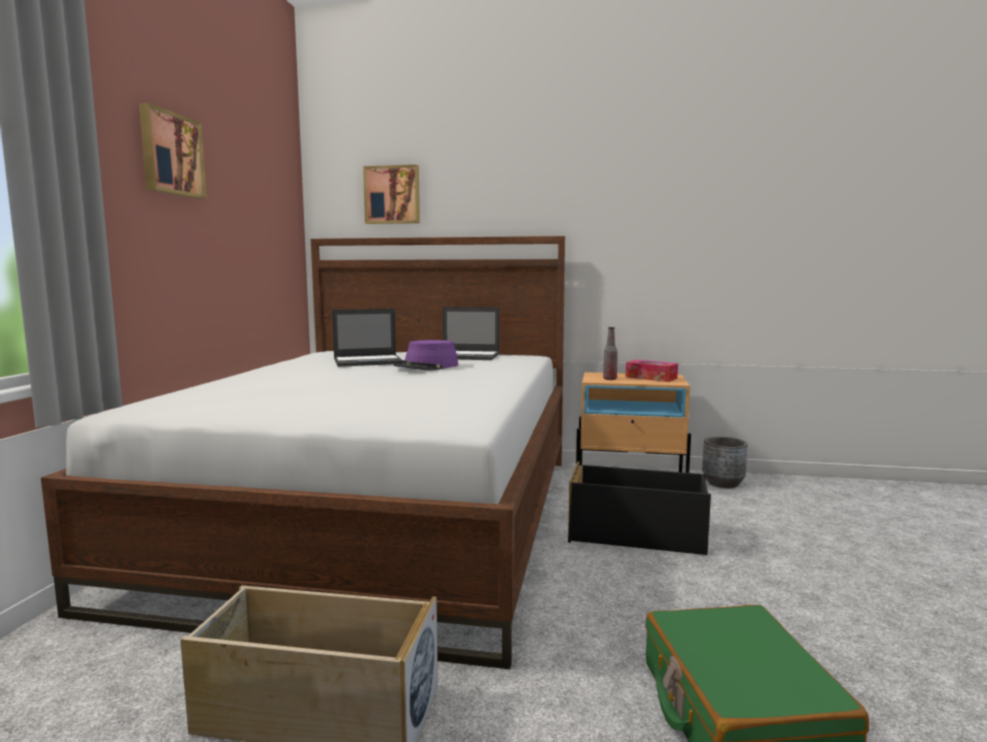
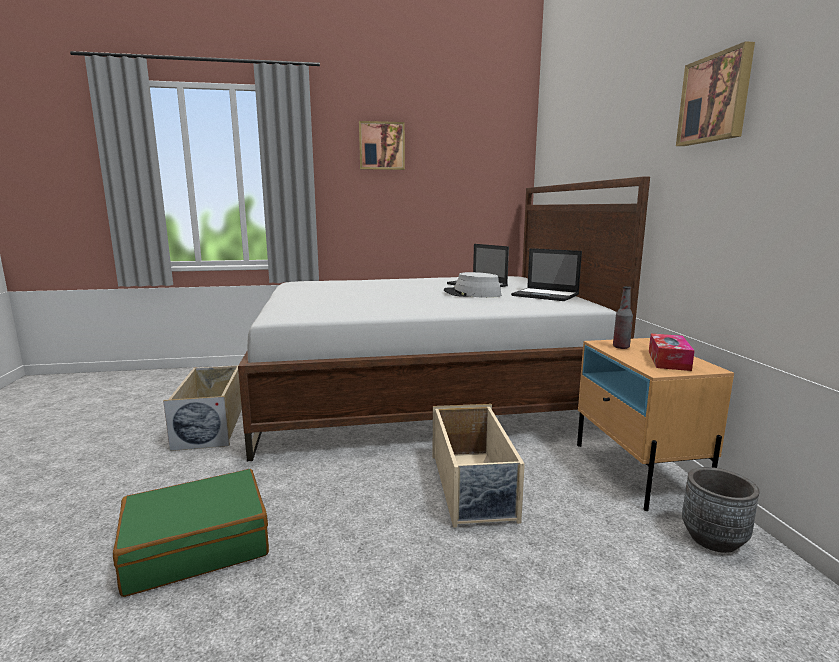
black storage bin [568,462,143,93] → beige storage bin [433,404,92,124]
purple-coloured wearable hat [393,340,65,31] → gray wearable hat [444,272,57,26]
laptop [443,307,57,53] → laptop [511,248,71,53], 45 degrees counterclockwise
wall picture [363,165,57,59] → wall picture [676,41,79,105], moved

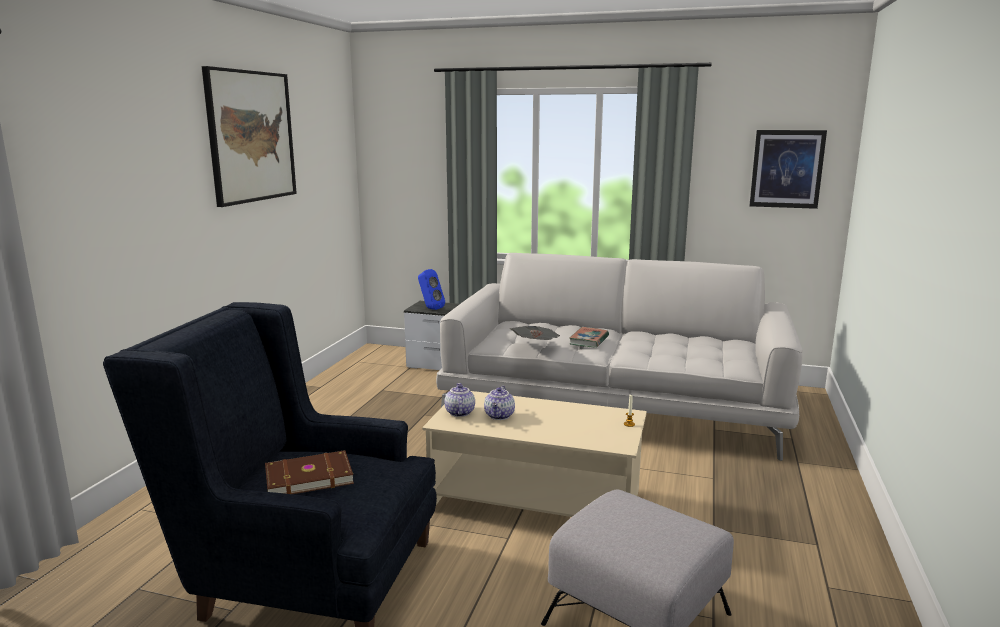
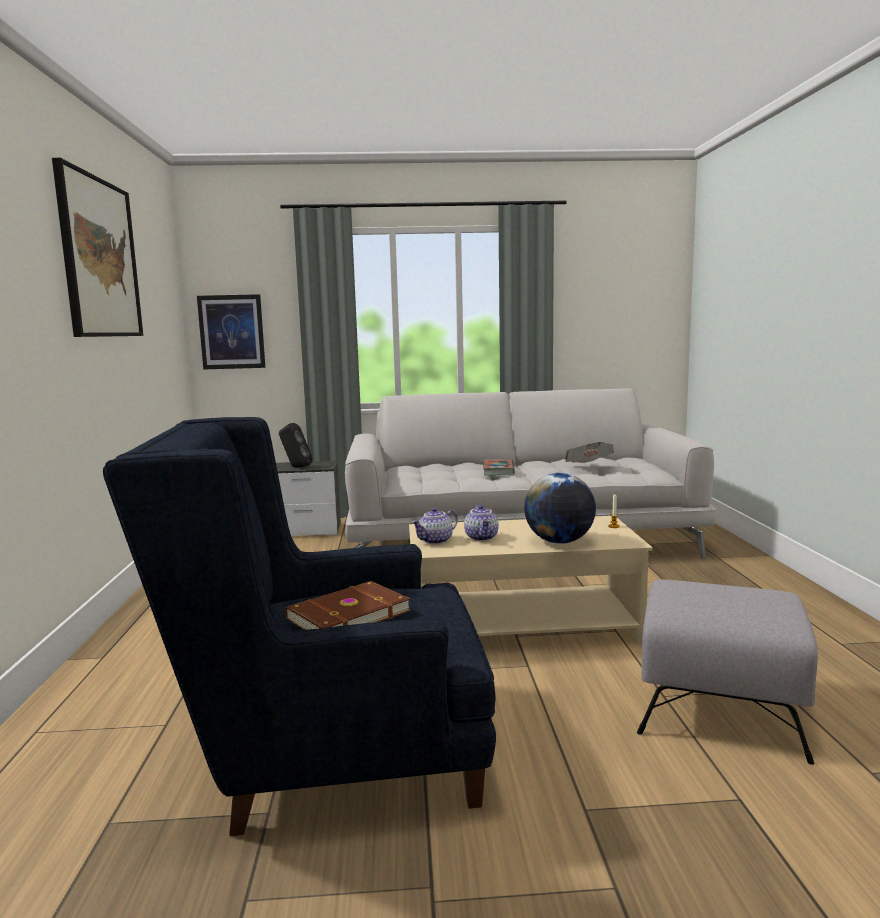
wall picture [749,130,78,79] → wall picture [197,294,69,76], moved
blue-coloured loudspeaker [418,269,27,41] → black loudspeaker [279,423,33,45]
pot for tea [445,383,30,34] → pot for tea [412,508,46,36], 105 degrees counterclockwise
- → globe [524,473,72,71]
newspaper [510,326,50,14] → newspaper [564,442,50,21], moved

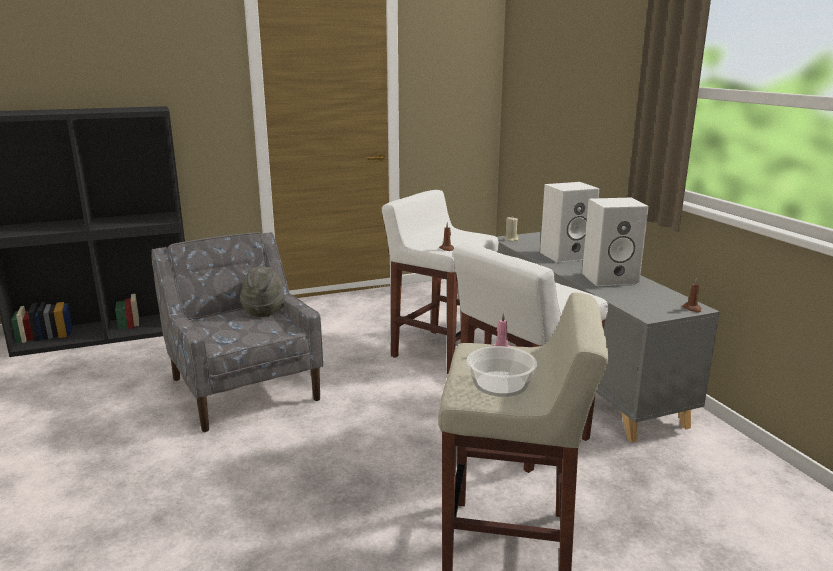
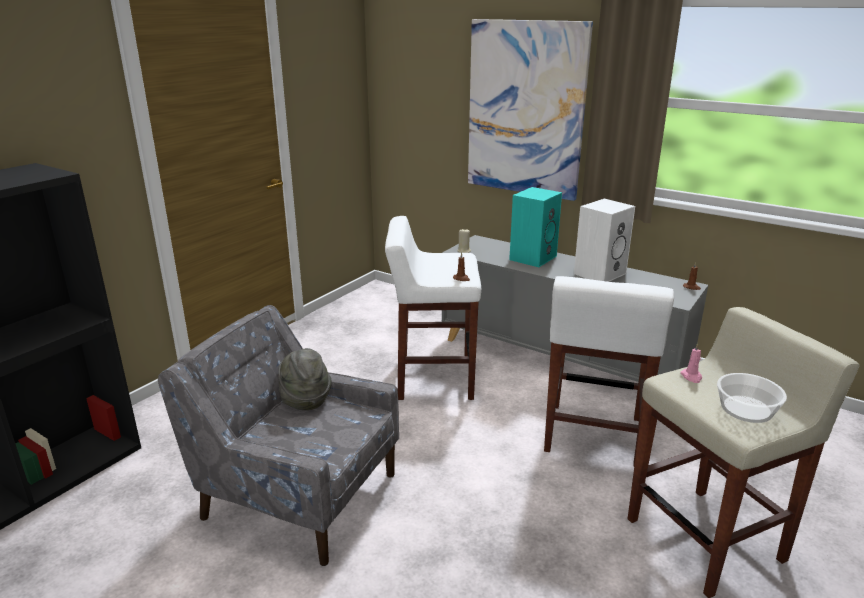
- → wall picture [468,19,125,182]
white loudspeaker [540,182,60,81] → blue-green loudspeaker [509,187,53,80]

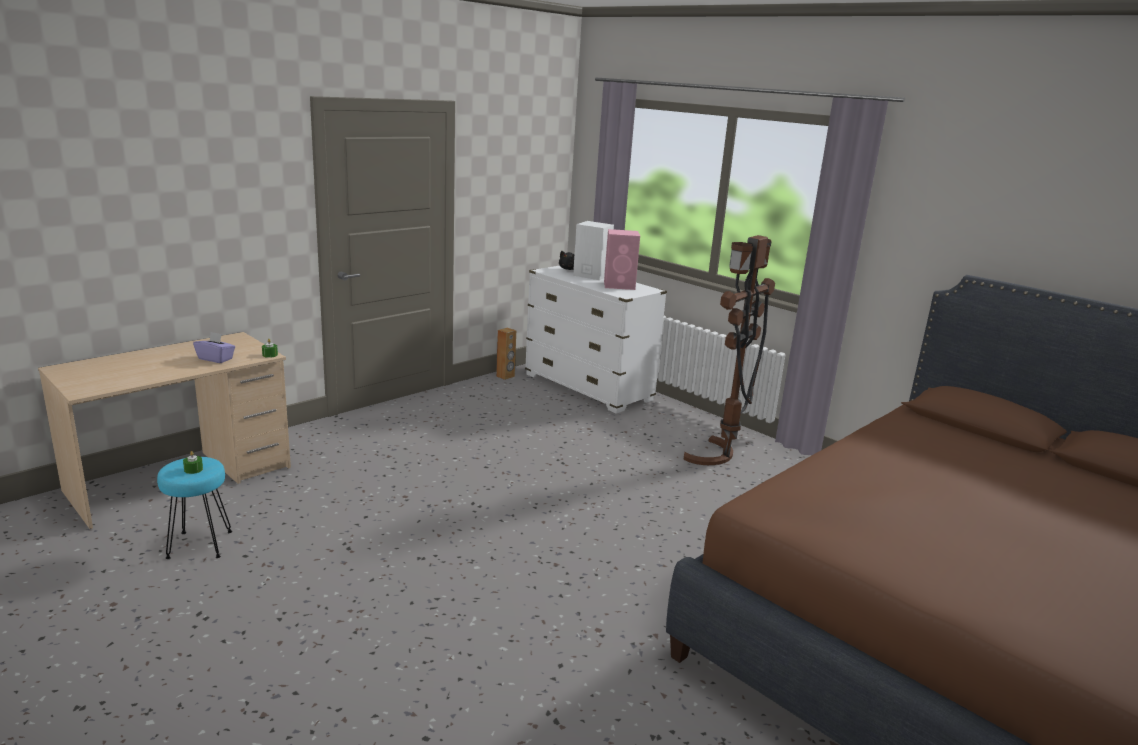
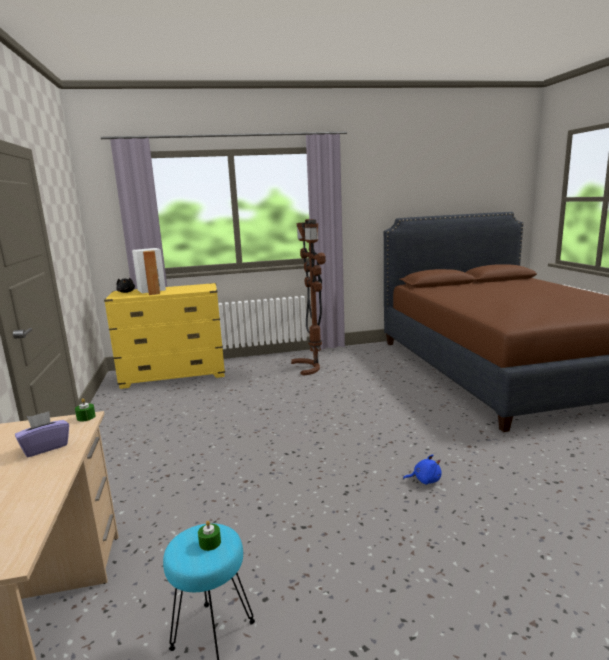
white chest of drawers [525,266,142,148] → yellow-coloured chest of drawers [104,283,121,106]
brown-coloured loudspeaker [496,328,20,52] → brown-coloured loudspeaker [143,250,17,45], moved
- → blue-coloured soft toy [403,454,39,30]
pink-coloured loudspeaker [604,229,36,61] → -

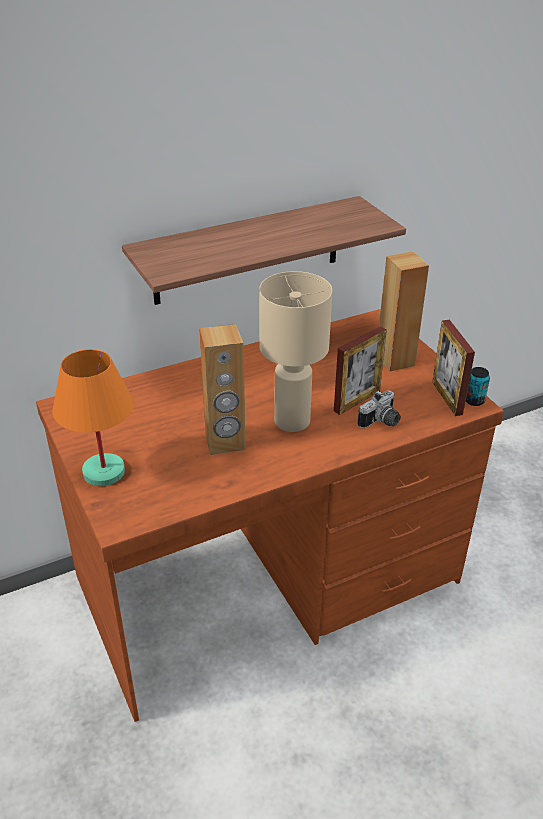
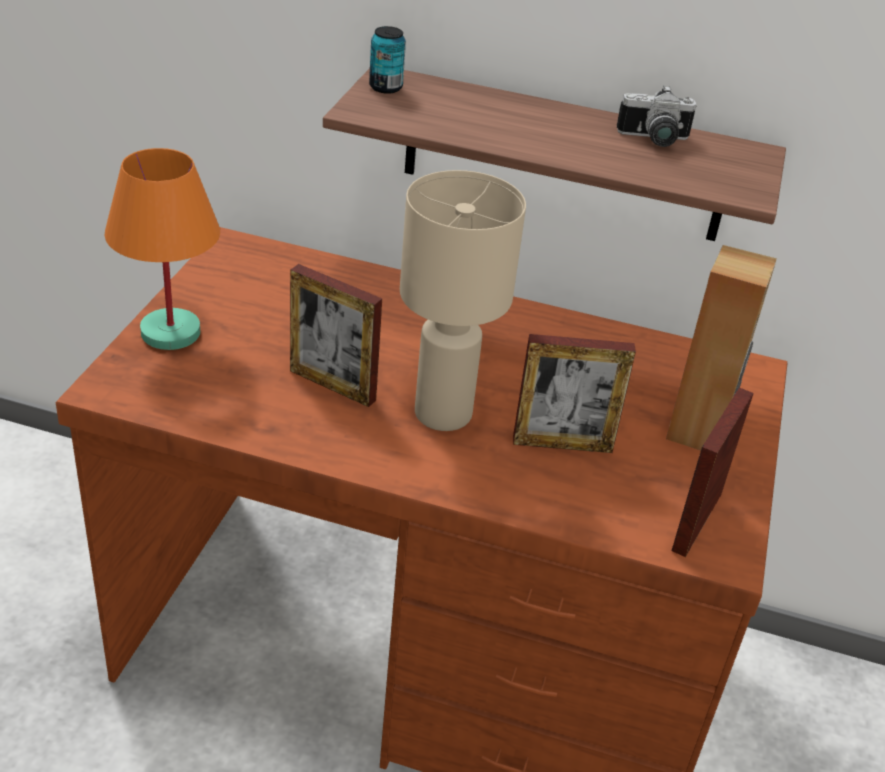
brown-coloured loudspeaker [199,324,47,131] → picture frame [290,264,92,143]
sealed can [466,367,24,39] → sealed can [369,26,37,68], moved
still camera [358,390,43,39] → still camera [617,85,79,62], moved

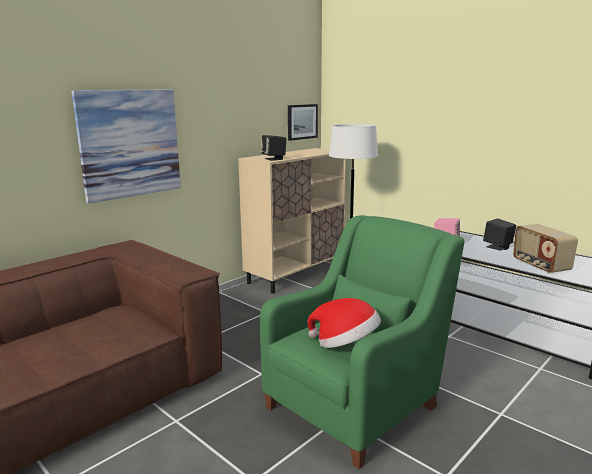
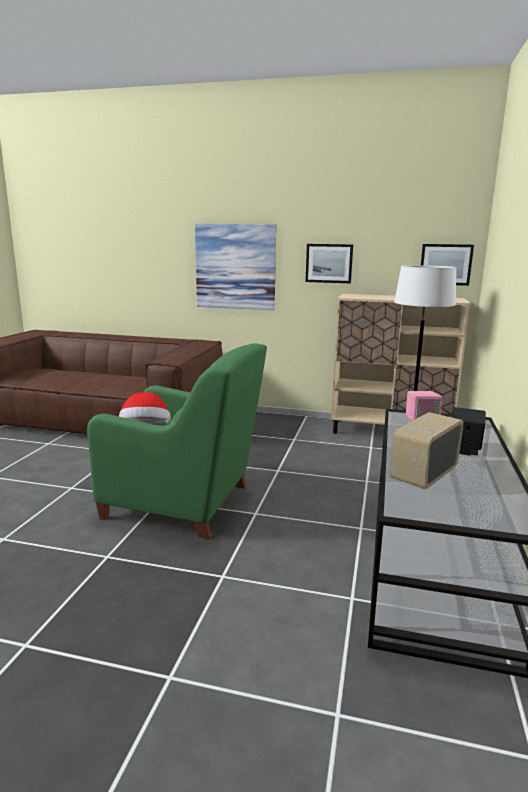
- → wall picture [306,244,47,39]
black loudspeaker [261,135,25,26] → -

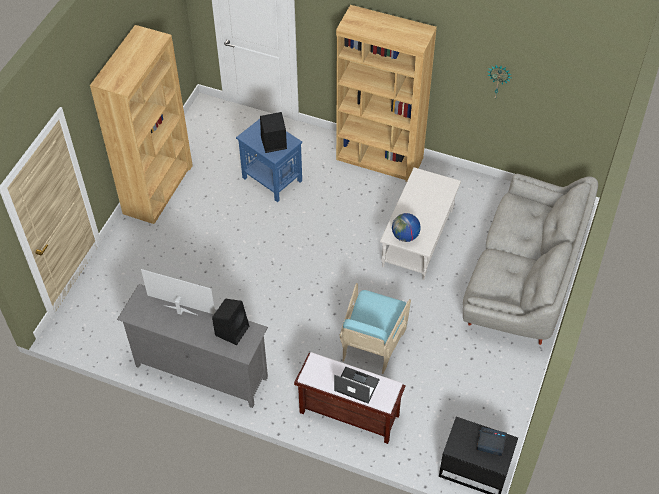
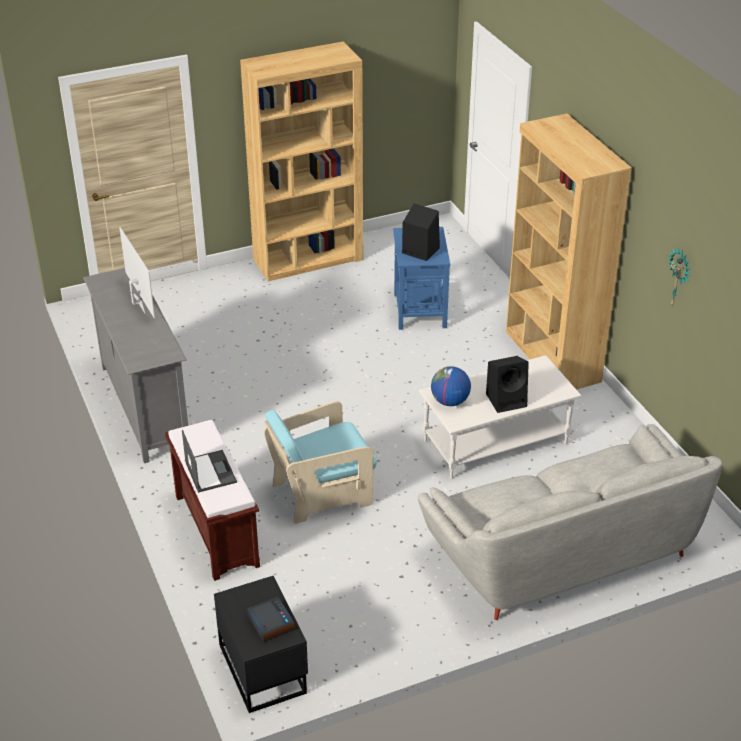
black loudspeaker [212,298,37,47] → black loudspeaker [486,356,43,57], moved

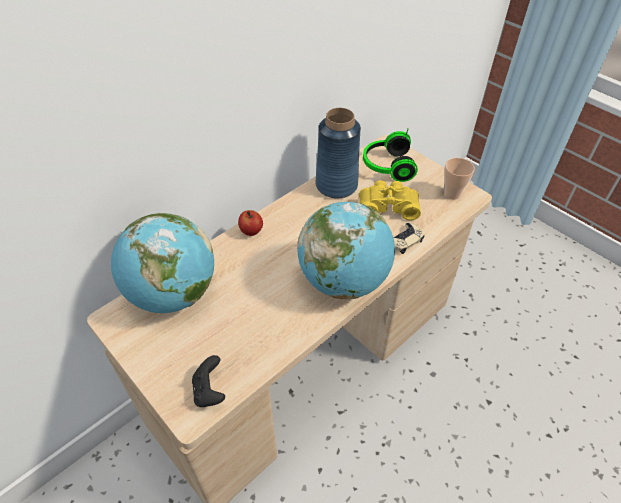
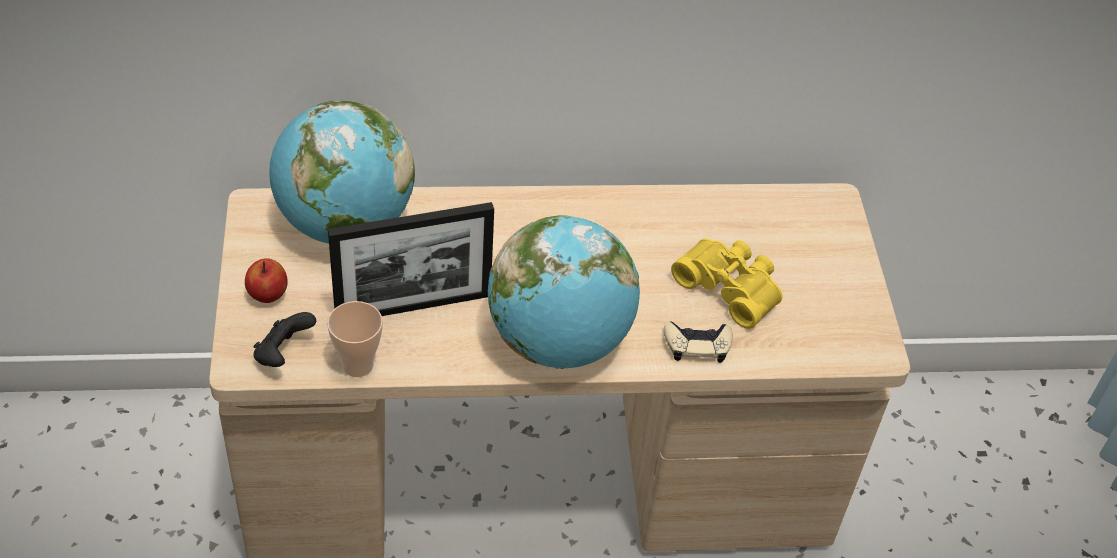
whole apple [238,210,25,26] → whole apple [245,258,43,45], moved
small cup [444,158,31,42] → small cup [327,301,56,76], moved
- → picture frame [328,202,166,114]
blue-coloured flower vase [315,108,46,90] → -
pair of headphones [363,128,55,54] → -

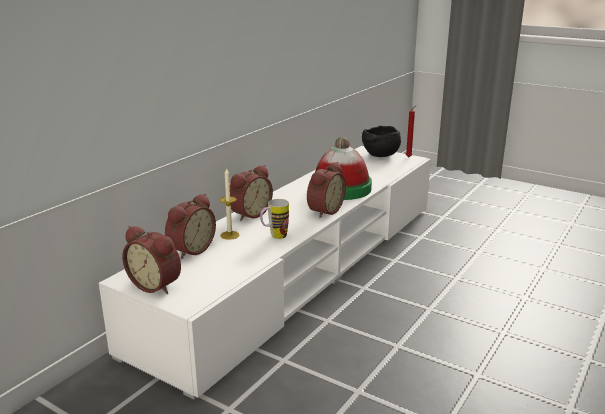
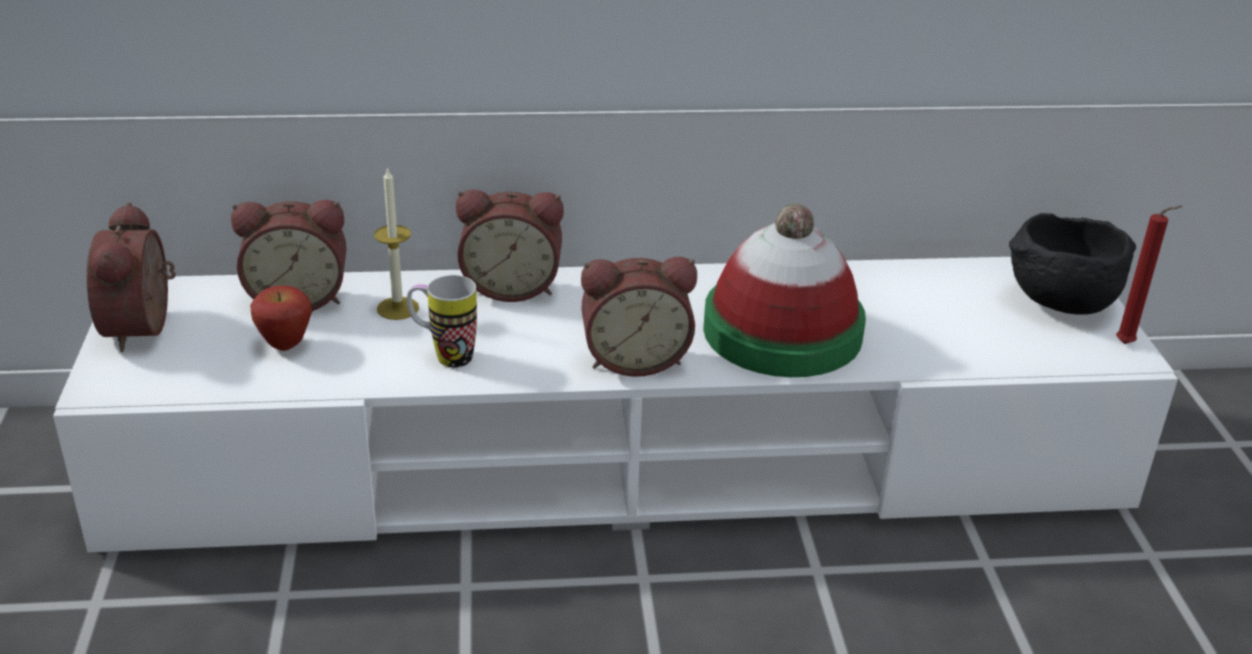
- → whole apple [250,286,62,65]

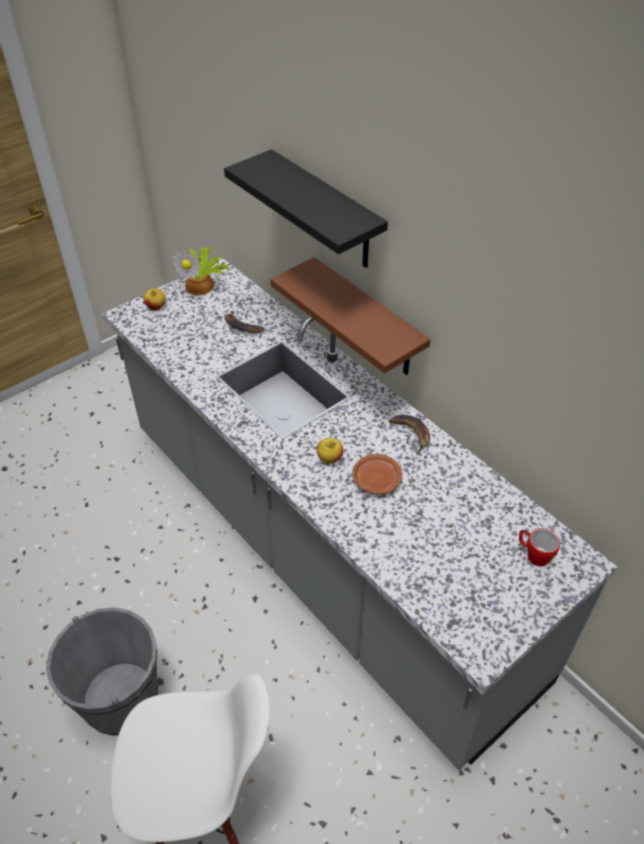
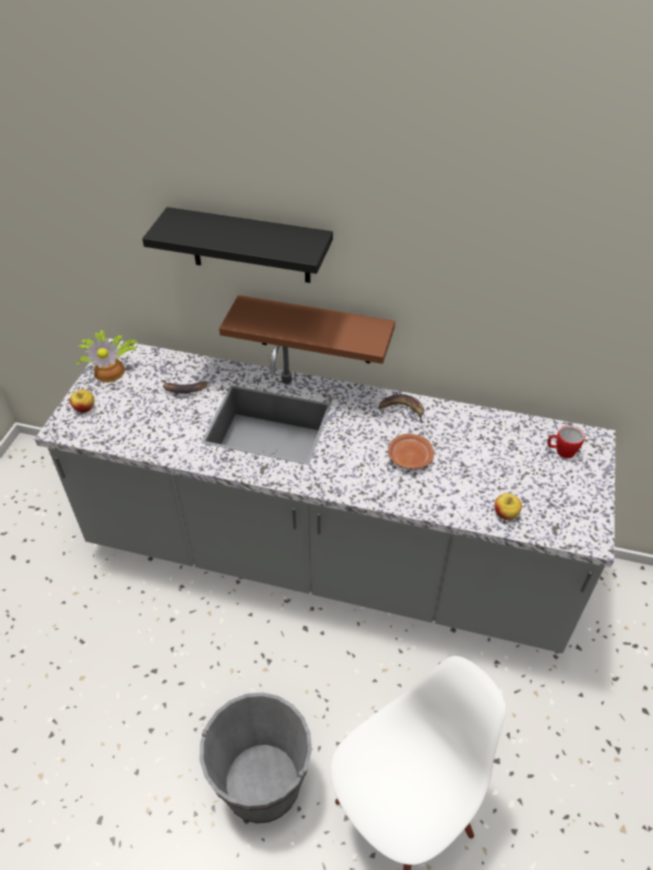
whole apple [317,438,26,25] → whole apple [494,493,28,27], moved

